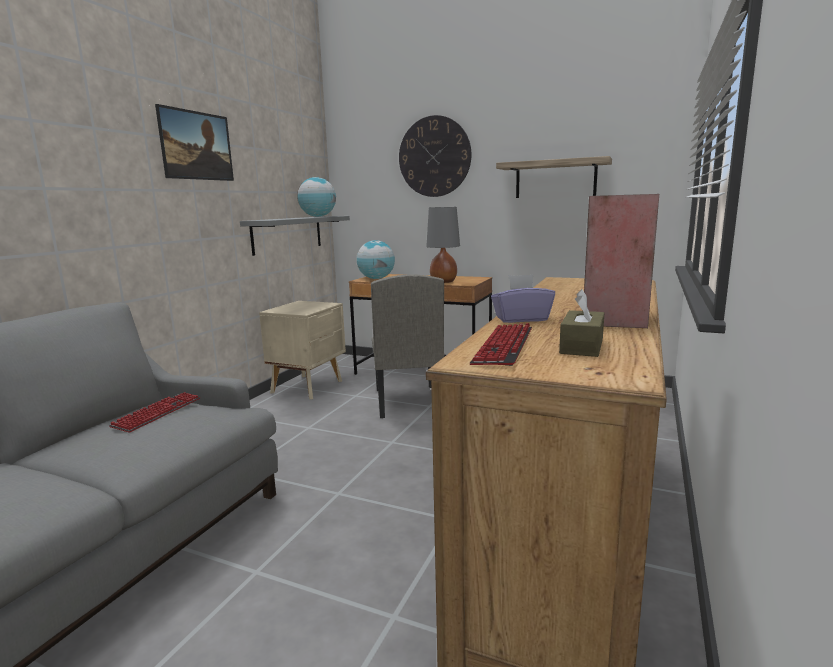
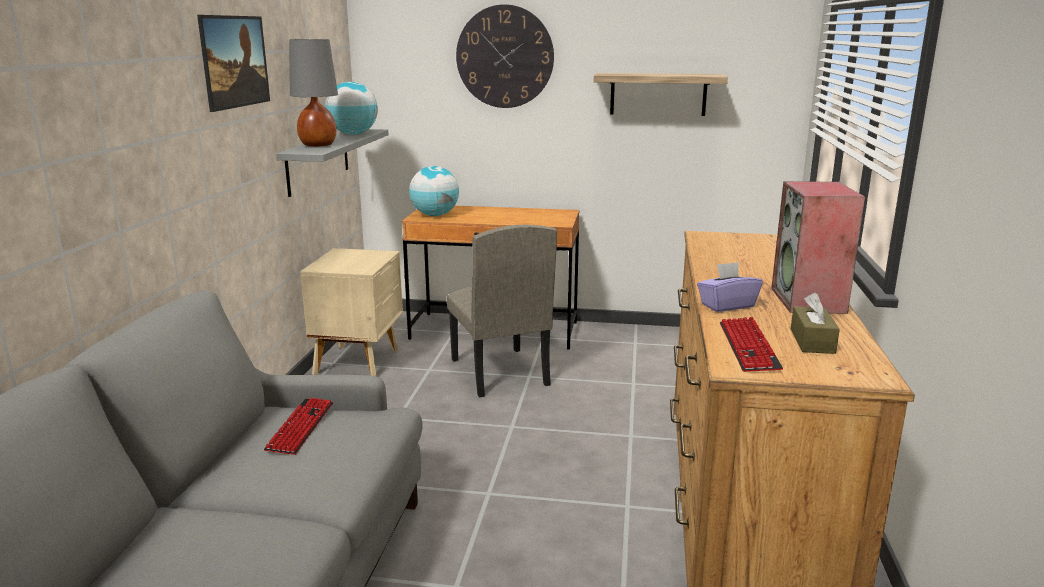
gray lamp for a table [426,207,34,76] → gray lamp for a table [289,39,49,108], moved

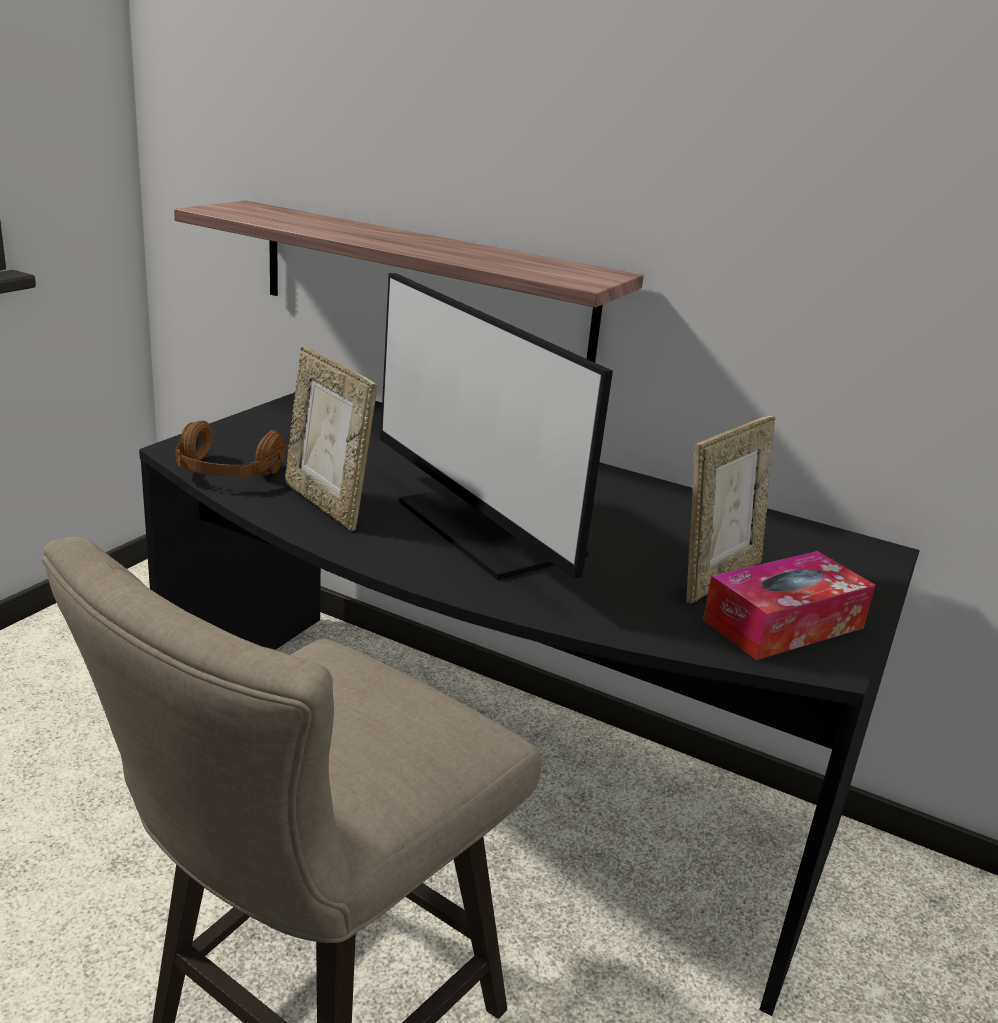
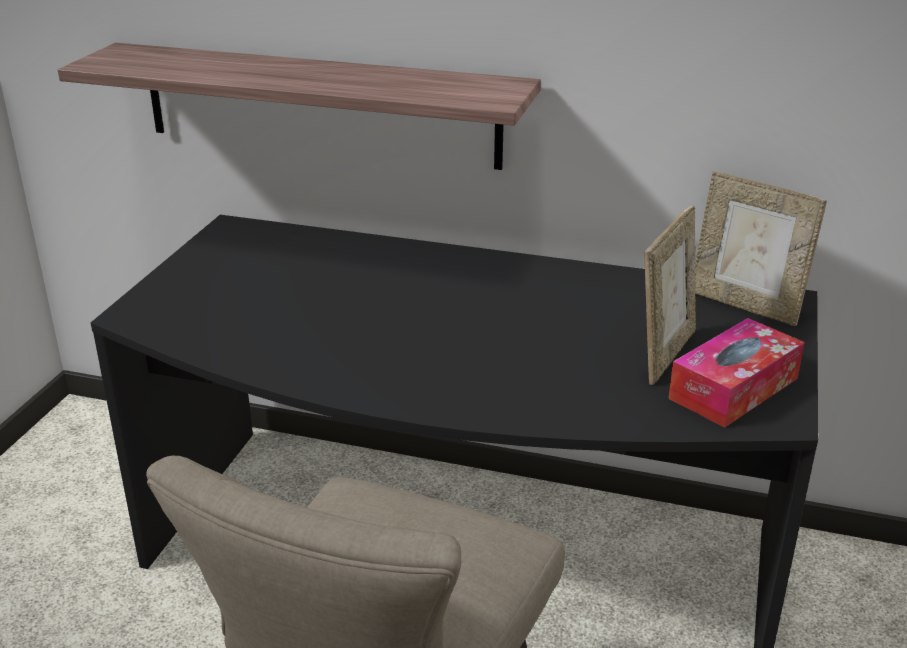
picture frame [285,346,92,185] → picture frame [695,171,132,155], moved
brown-coloured pair of headphones [176,421,109,56] → -
monitor [380,273,233,307] → -

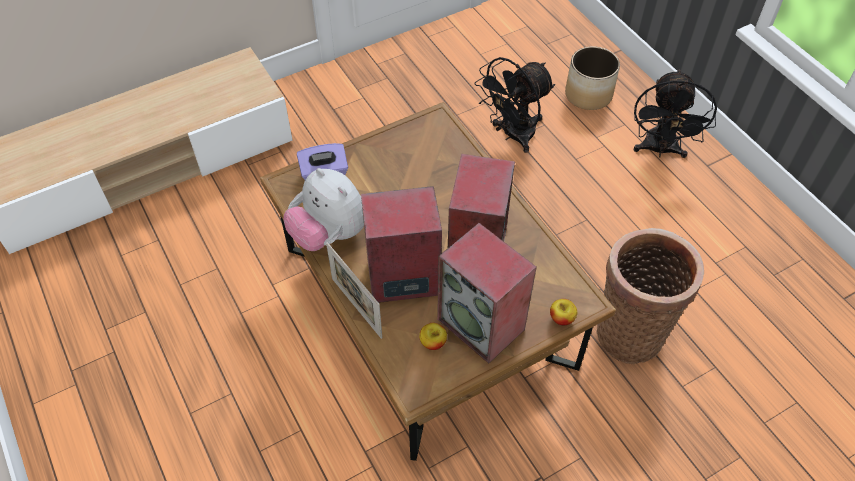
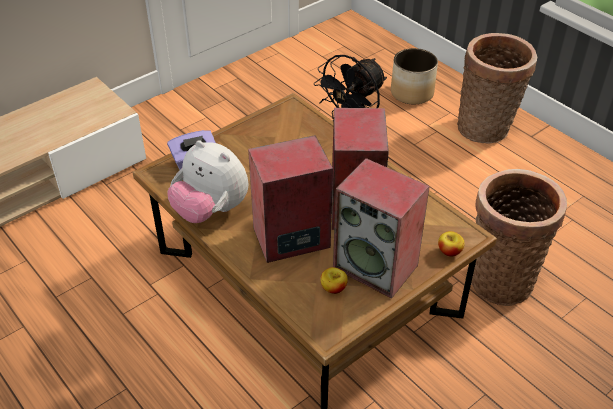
black fan [634,69,83,89] → basket [457,33,80,111]
picture frame [326,242,56,97] → -

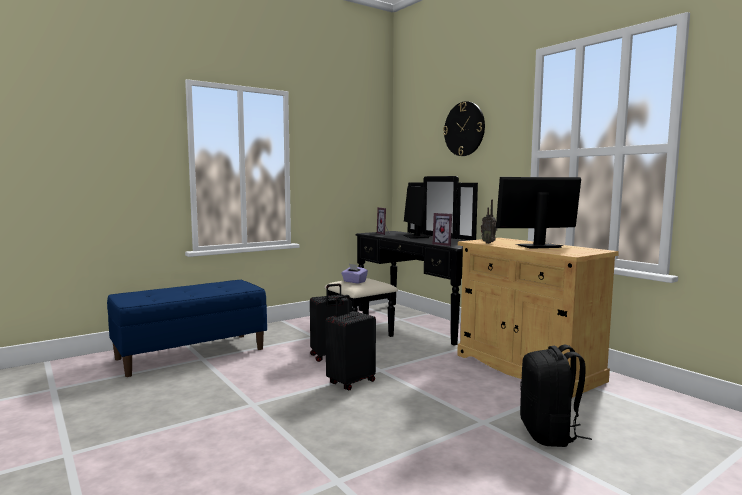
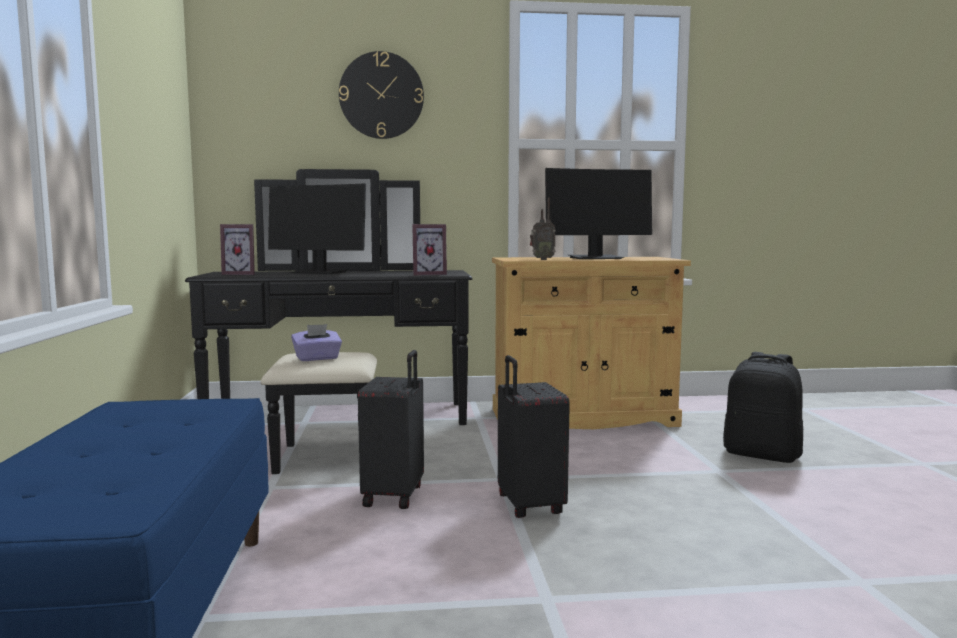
monitor [496,177,85,72] → monitor [545,168,107,91], 120 degrees counterclockwise

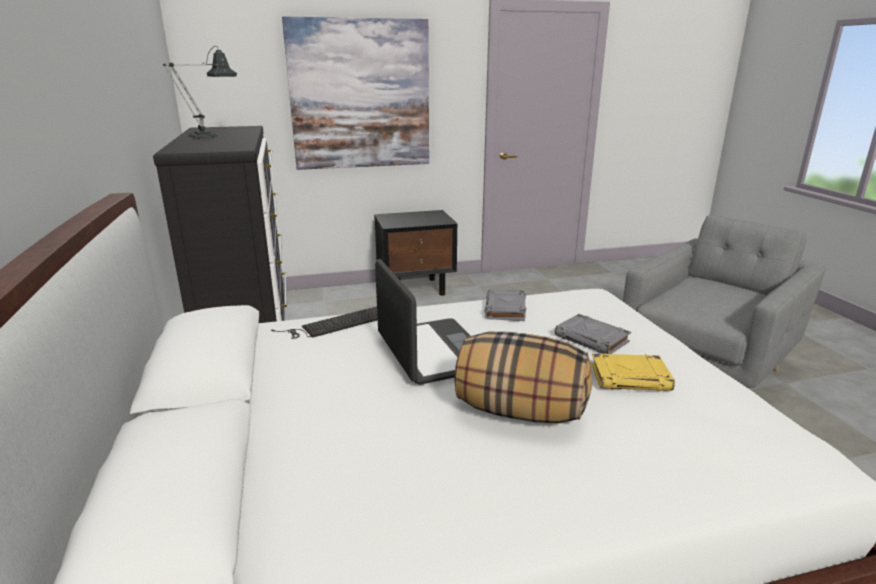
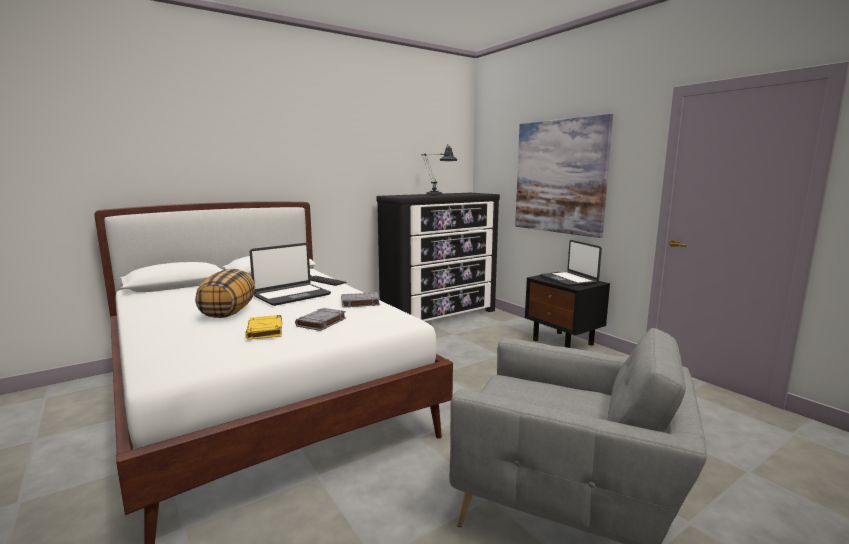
- → laptop [540,240,62,46]

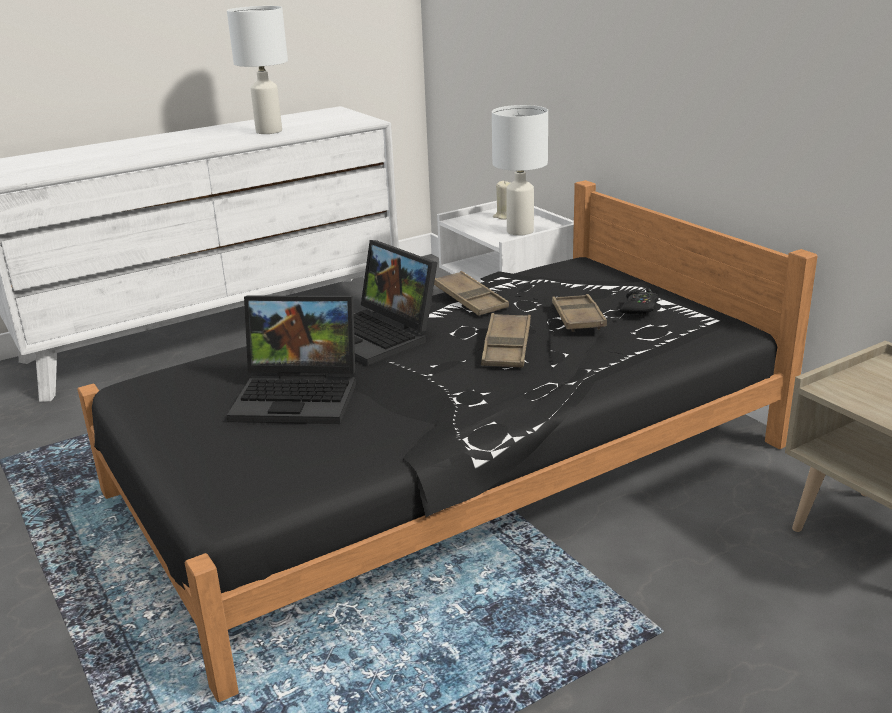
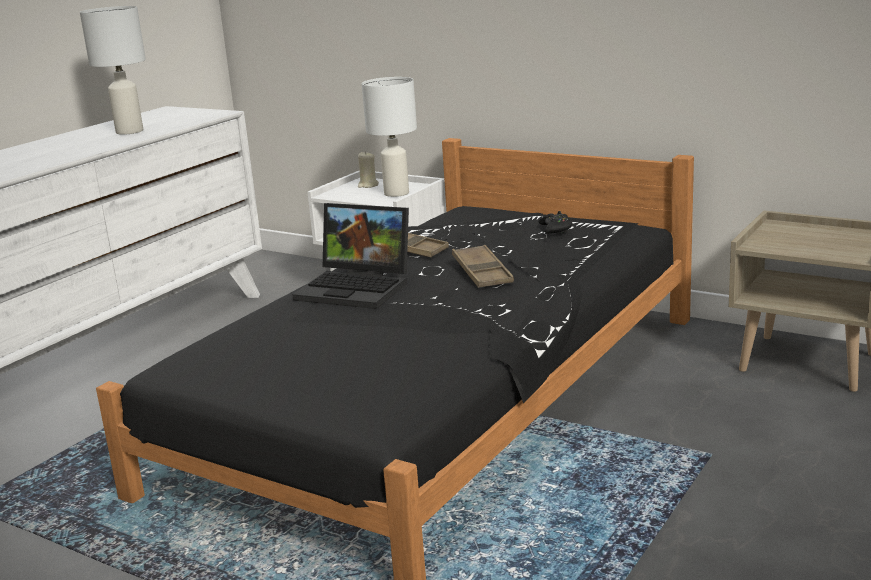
laptop [227,296,129,128] → -
brown-coloured carrying tray [552,294,55,38] → -

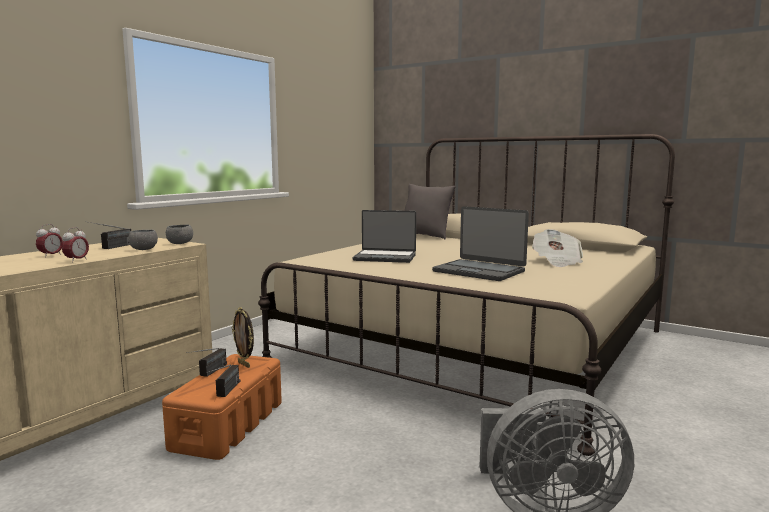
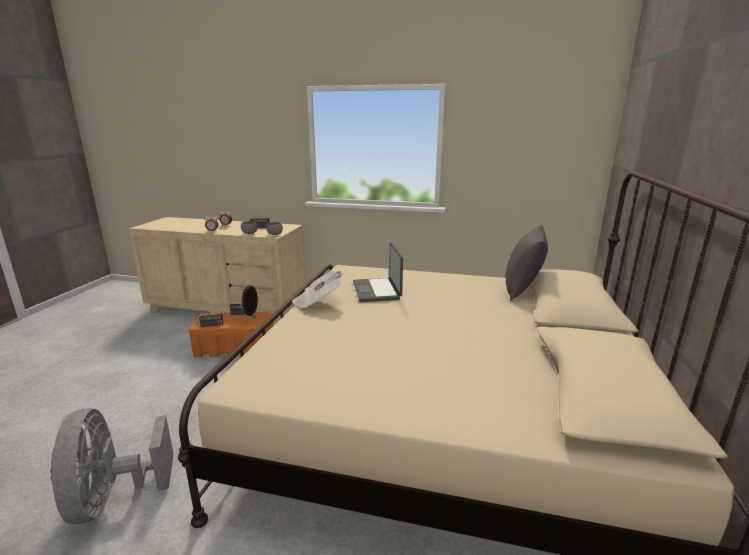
newspaper [532,229,51,38] → newspaper [292,271,52,37], moved
laptop [432,206,97,75] → -

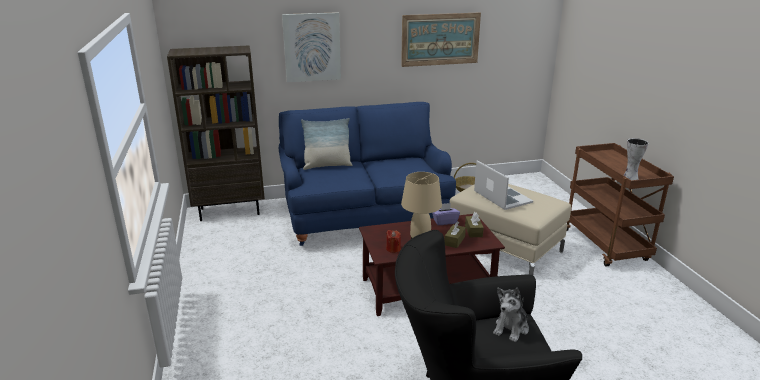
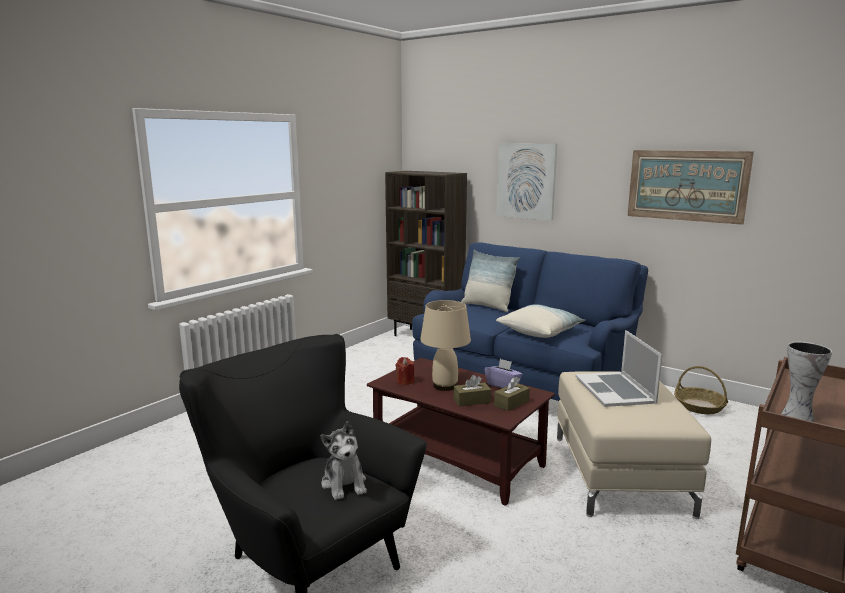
soft toy [493,287,36,55] → soft toy [321,421,46,79], 105 degrees counterclockwise
- → throw pillow [496,305,89,33]
laptop [474,160,59,50] → laptop [575,330,88,77], 150 degrees clockwise

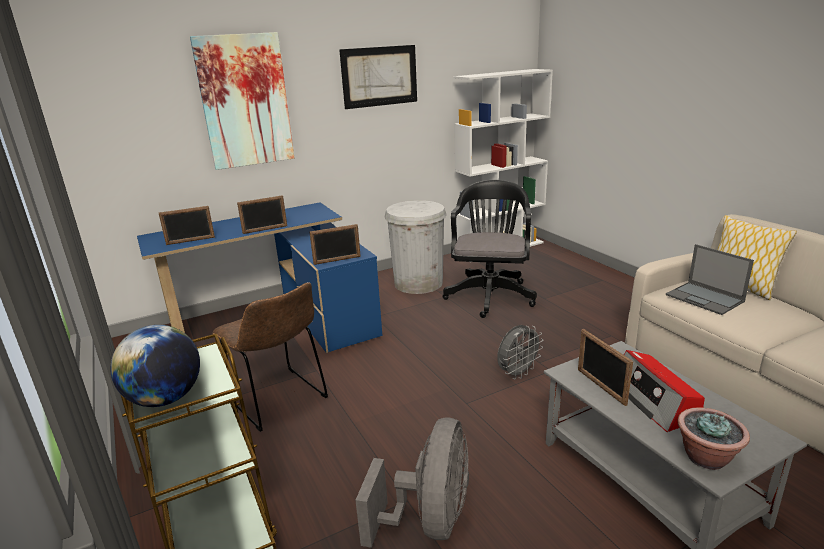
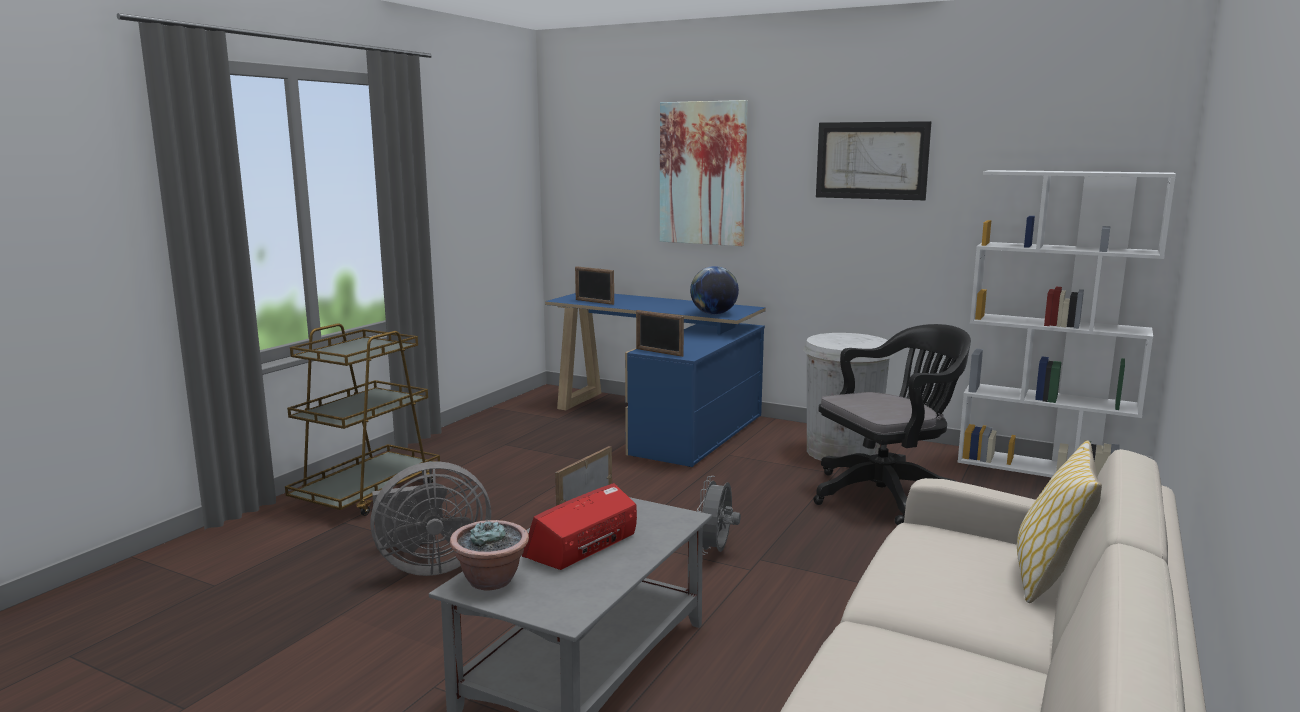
globe [110,325,90,82] → globe [690,266,49,49], moved
gray fan [497,325,46,54] → gray fan [697,476,44,79], 90 degrees clockwise
brown-coloured chair [212,282,116,150] → -
picture frame [237,195,50,39] → -
laptop [666,244,88,71] → -

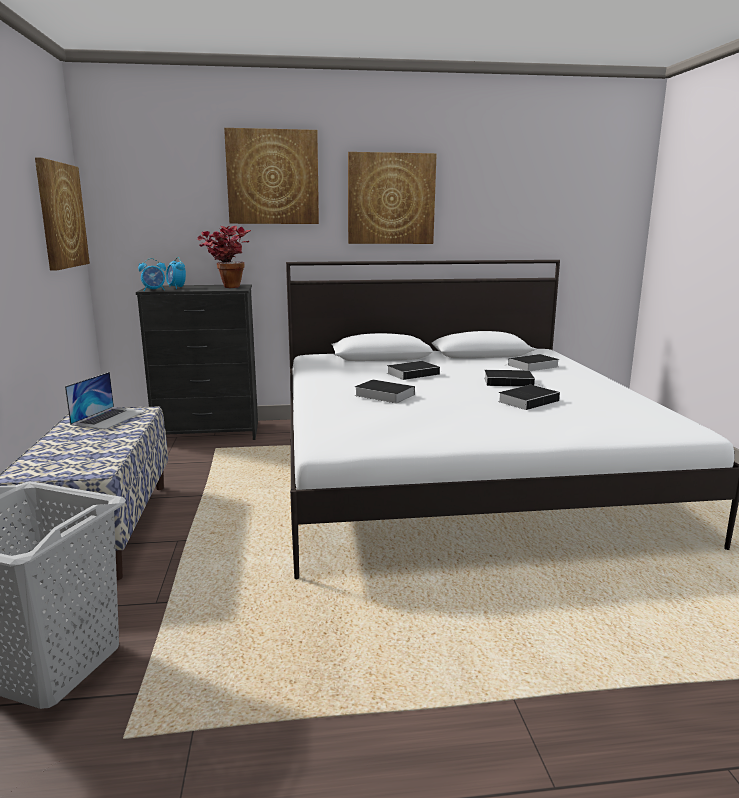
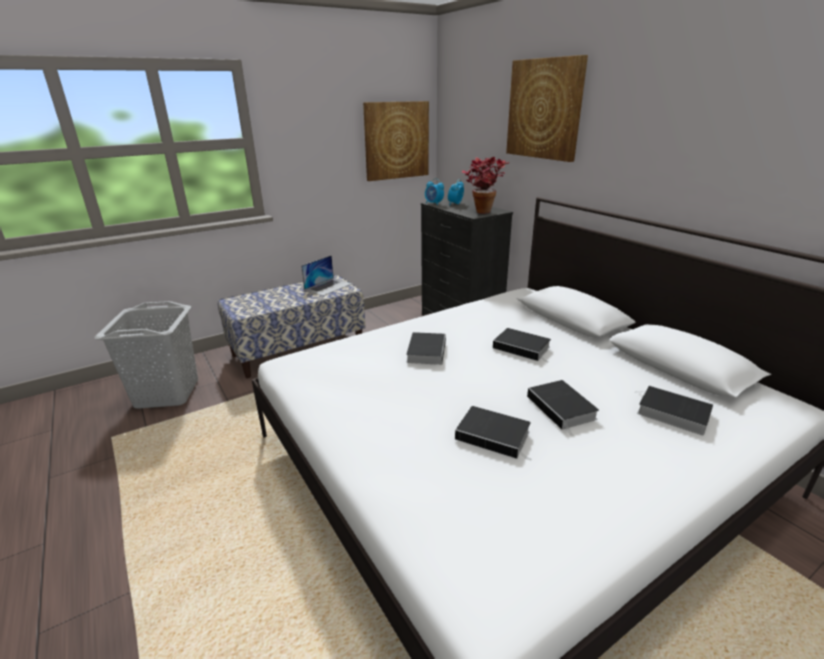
laptop [65,372,81,57] → laptop [301,255,51,41], 45 degrees counterclockwise
wall picture [348,152,89,92] → -

